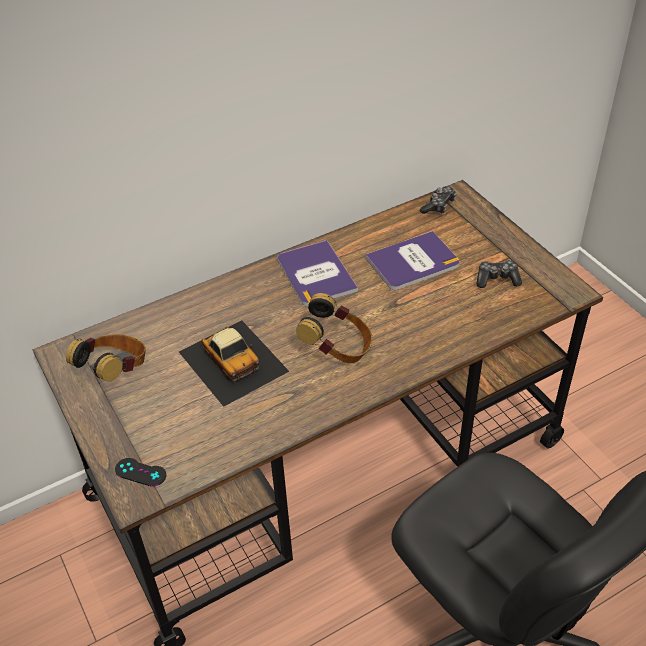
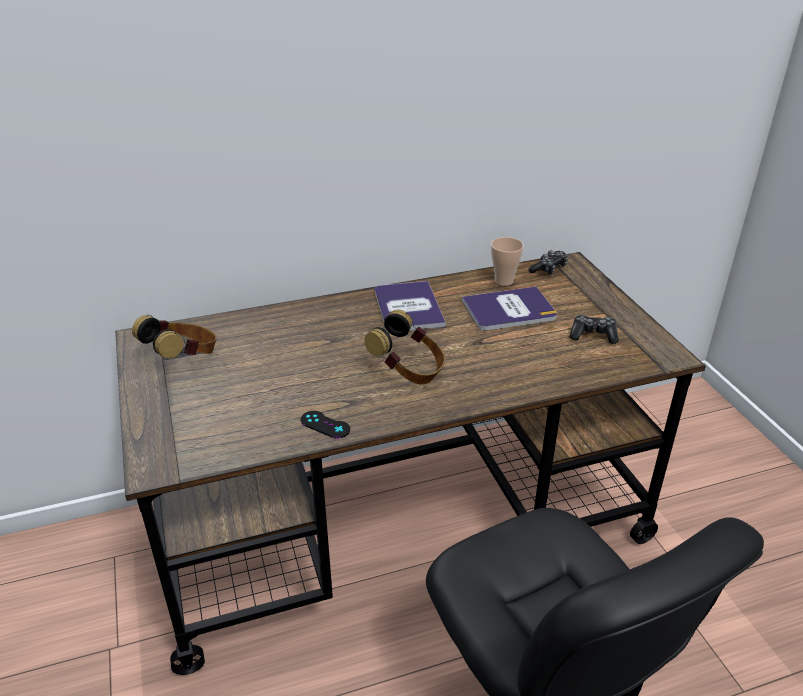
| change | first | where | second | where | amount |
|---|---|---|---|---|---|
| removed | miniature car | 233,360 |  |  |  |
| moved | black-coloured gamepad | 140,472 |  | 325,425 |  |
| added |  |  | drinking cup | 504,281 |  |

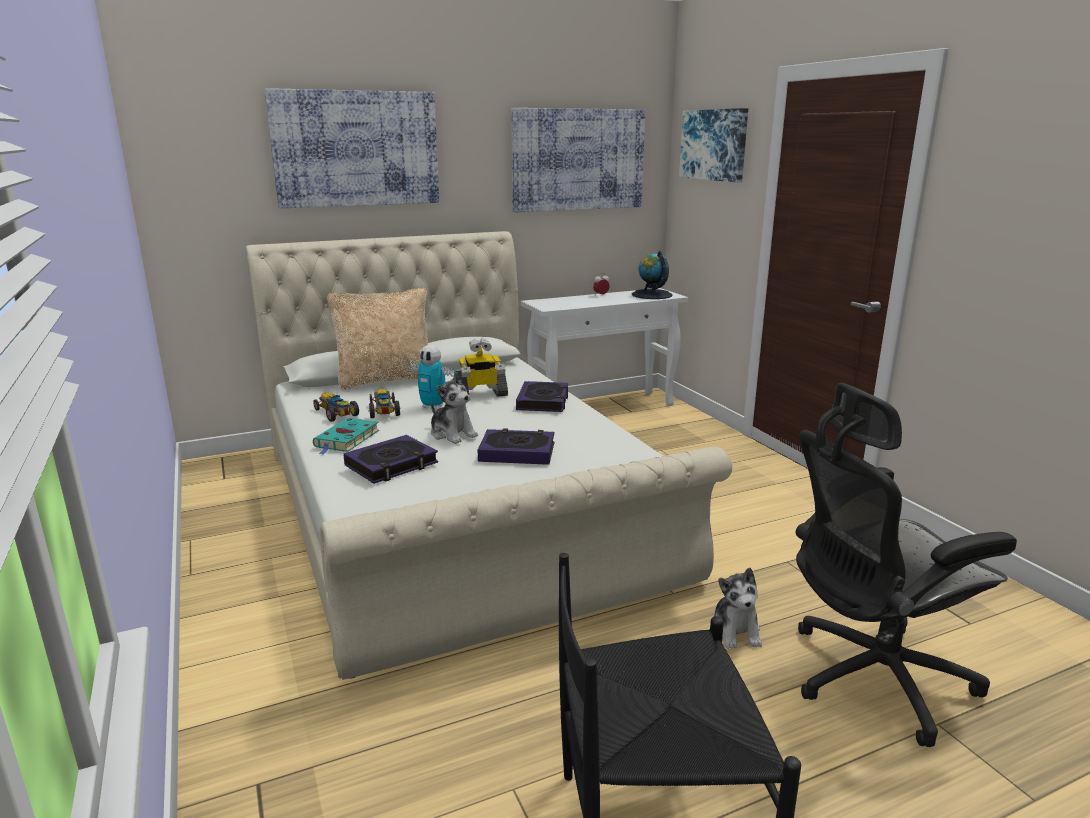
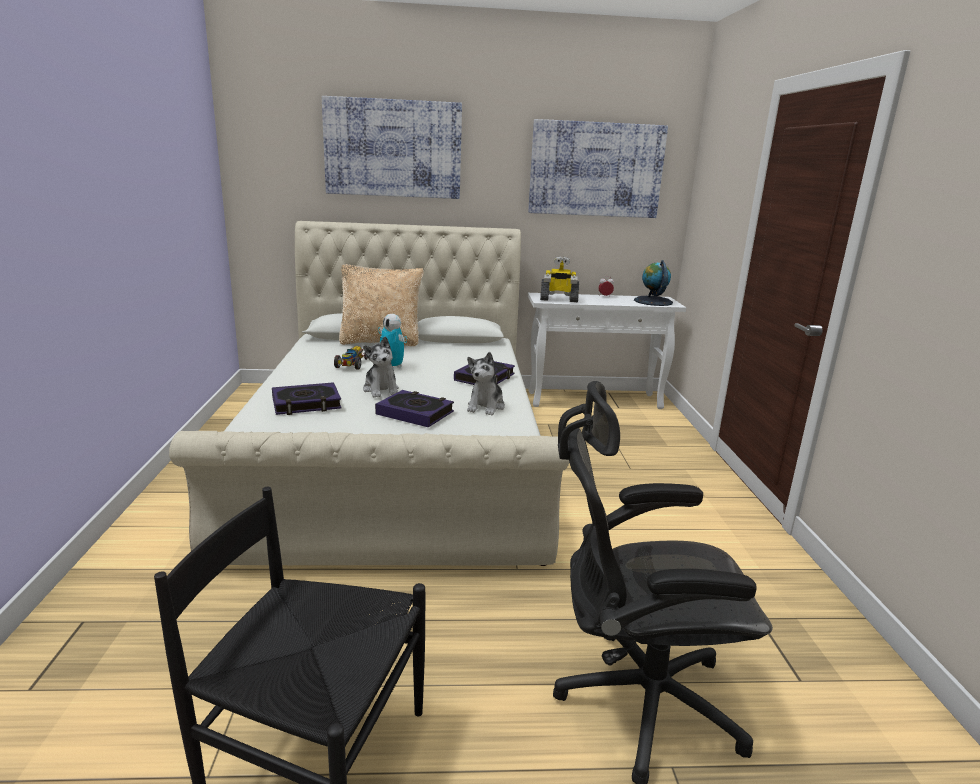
| change | first | where | second | where | amount |
|---|---|---|---|---|---|
| removed | wall art | 714,145 |  |  |  |
| moved | model robot | 480,394 |  | 558,299 |  |
| removed | miniature car | 337,414 |  |  |  |
| removed | blue-green bound book | 346,439 |  |  |  |
| moved | cuddly toy | 735,631 |  | 486,406 |  |

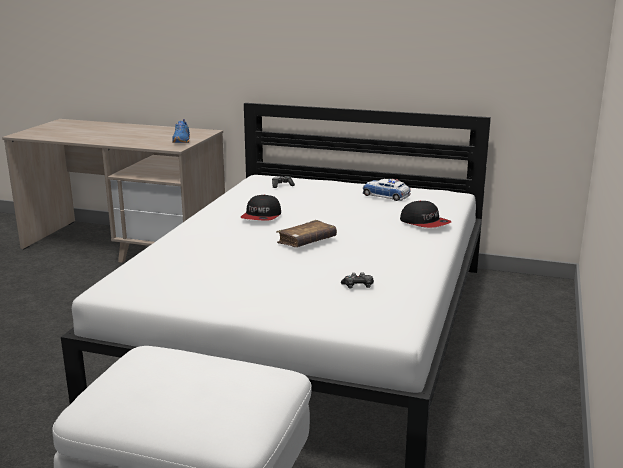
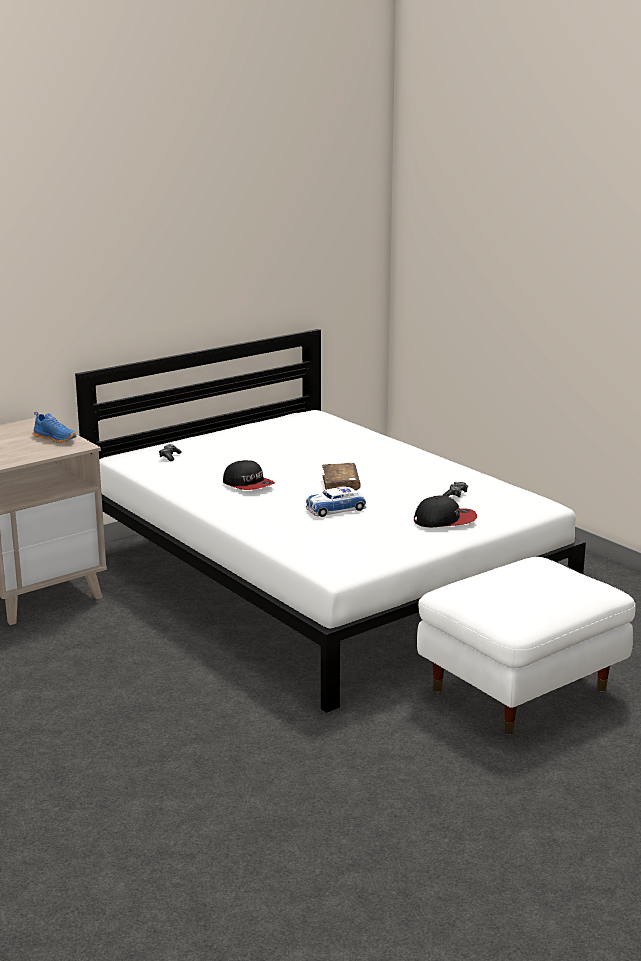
| change | first | where | second | where | amount |
|---|---|---|---|---|---|
| moved | miniature car | 386,195 |  | 335,509 |  |
| moved | cap | 425,223 |  | 445,520 |  |

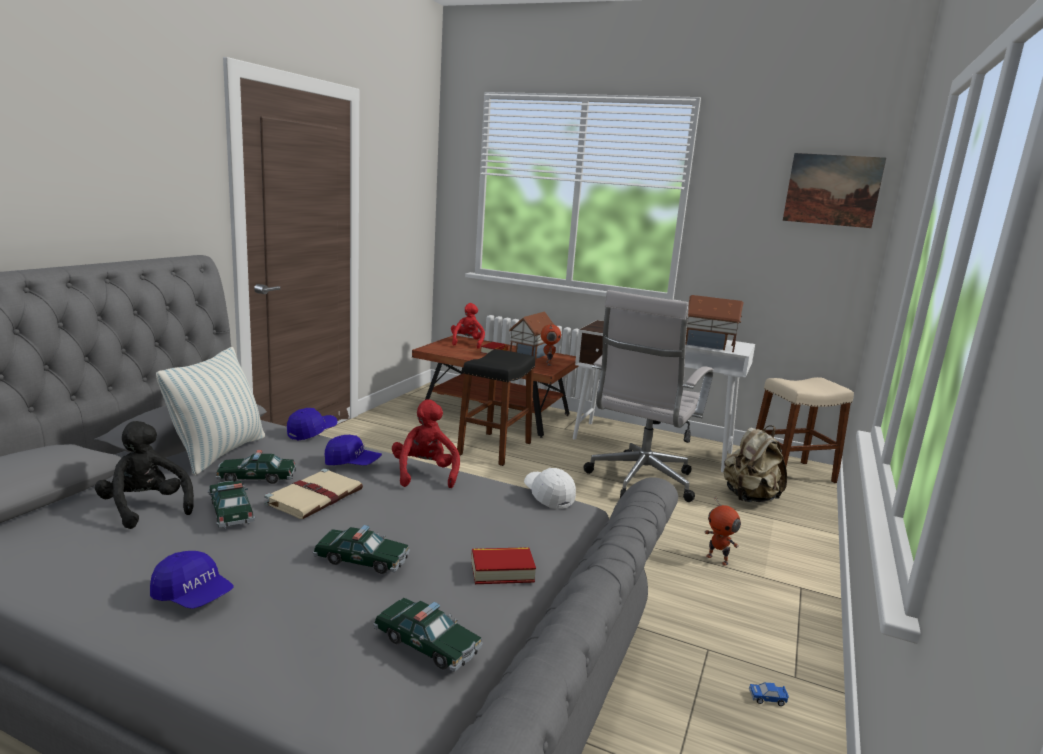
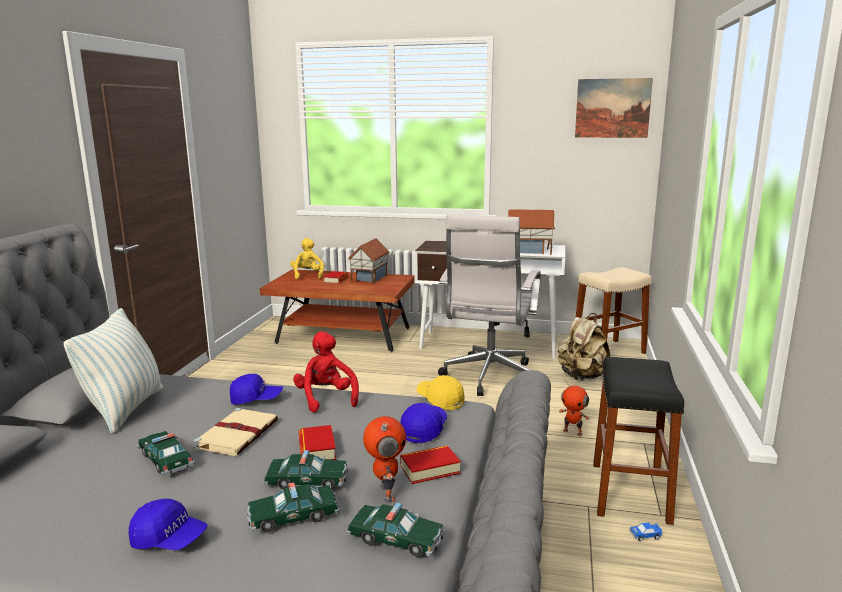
| change | first | where | second | where | amount |
|---|---|---|---|---|---|
| recoloured | red-coloured cuddly toy | 467,343 | yellow cuddly toy | 307,275 |  |
| moved | model robot | 548,363 |  | 385,493 |  |
| moved | black-coloured sitting stool | 494,448 |  | 630,492 |  |
| moved | blue-coloured cap | 312,432 |  | 424,429 |  |
| removed | black-coloured cuddly toy | 146,508 |  |  |  |
| moved | miniature car | 256,478 |  | 293,517 |  |
| recoloured | white-coloured cap | 548,496 | yellow cap | 440,400 |  |
| added |  |  | bound book | 317,449 |  |

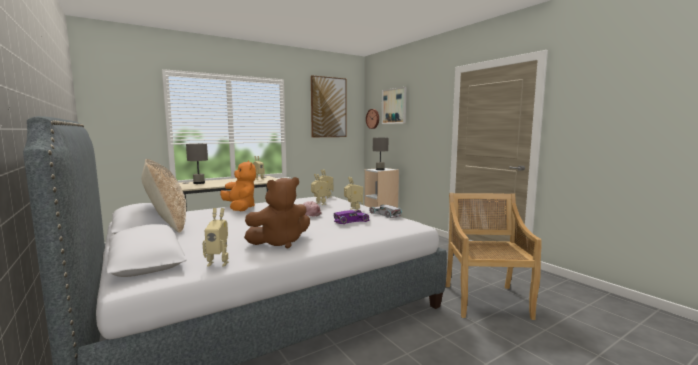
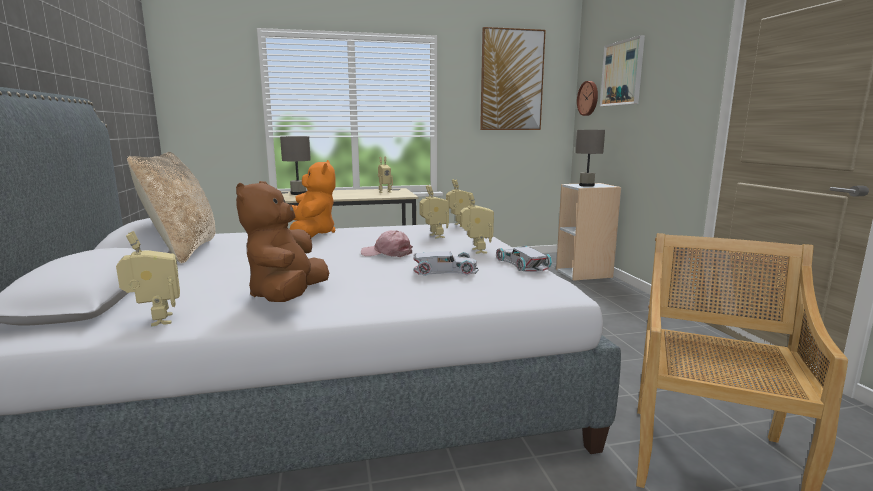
| change | first | where | second | where | amount |
|---|---|---|---|---|---|
| turned | brown-coloured cuddly toy | 280,242 |  | 288,297 | 105 degrees clockwise |
| turned | model robot | 219,263 |  | 155,320 | 135 degrees counterclockwise |
| recoloured | purplish miniature car | 351,220 | white-coloured miniature car | 445,270 |  |

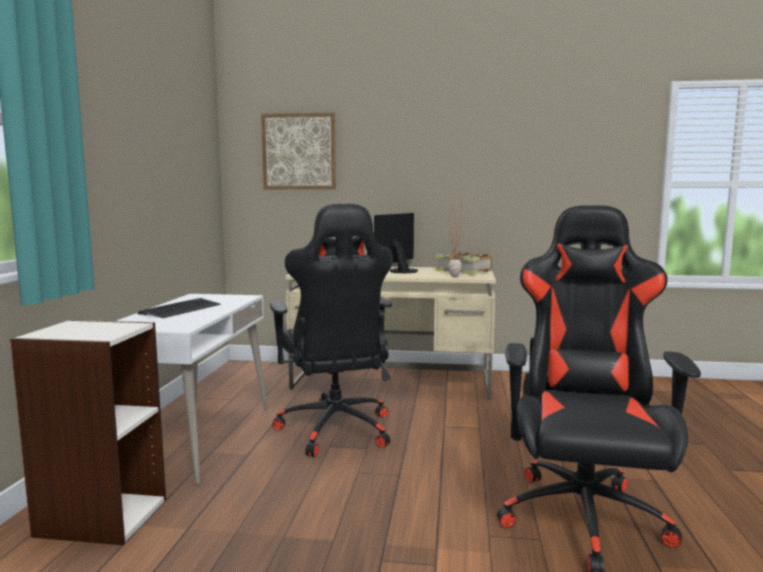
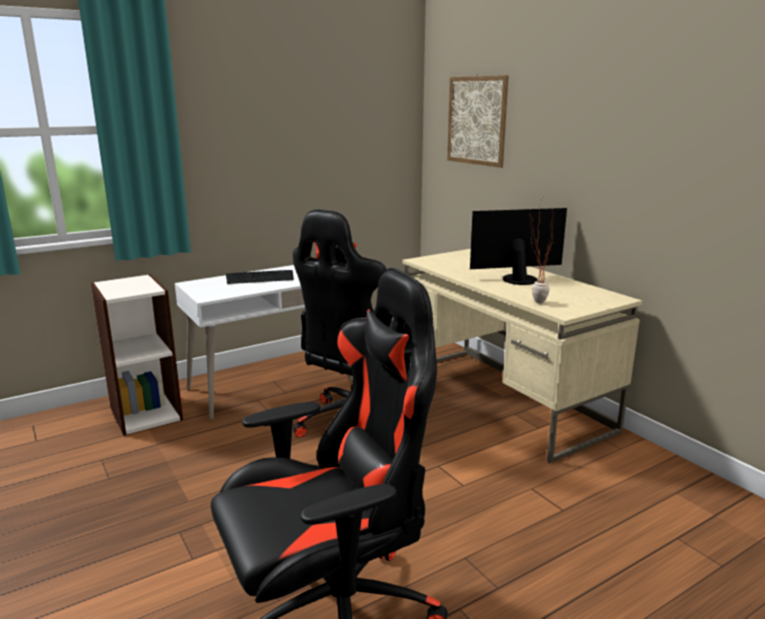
| change | first | where | second | where | amount |
|---|---|---|---|---|---|
| removed | bound book | 464,271 |  |  |  |

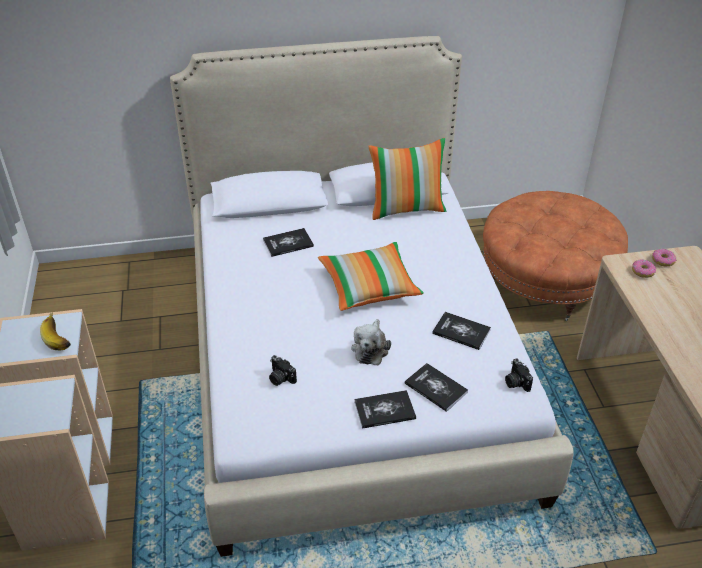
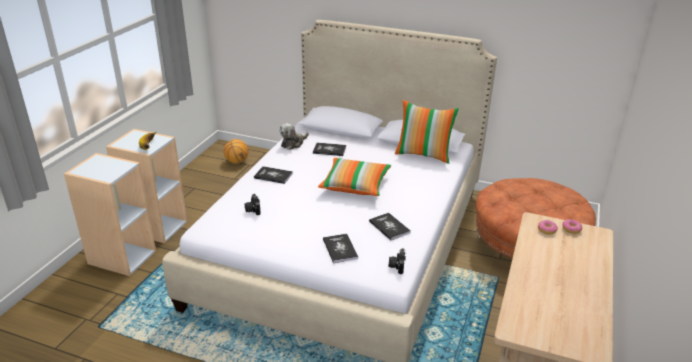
| change | first | where | second | where | amount |
|---|---|---|---|---|---|
| moved | cuddly toy | 370,348 |  | 293,143 |  |
| moved | bound book | 384,410 |  | 273,176 |  |
| added |  |  | ball for basketball | 236,162 |  |

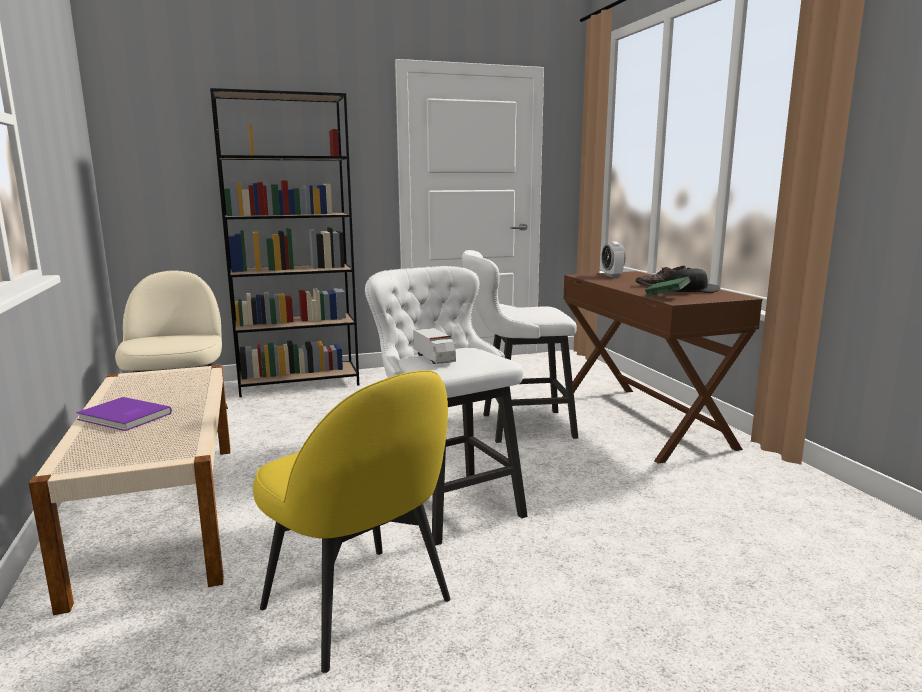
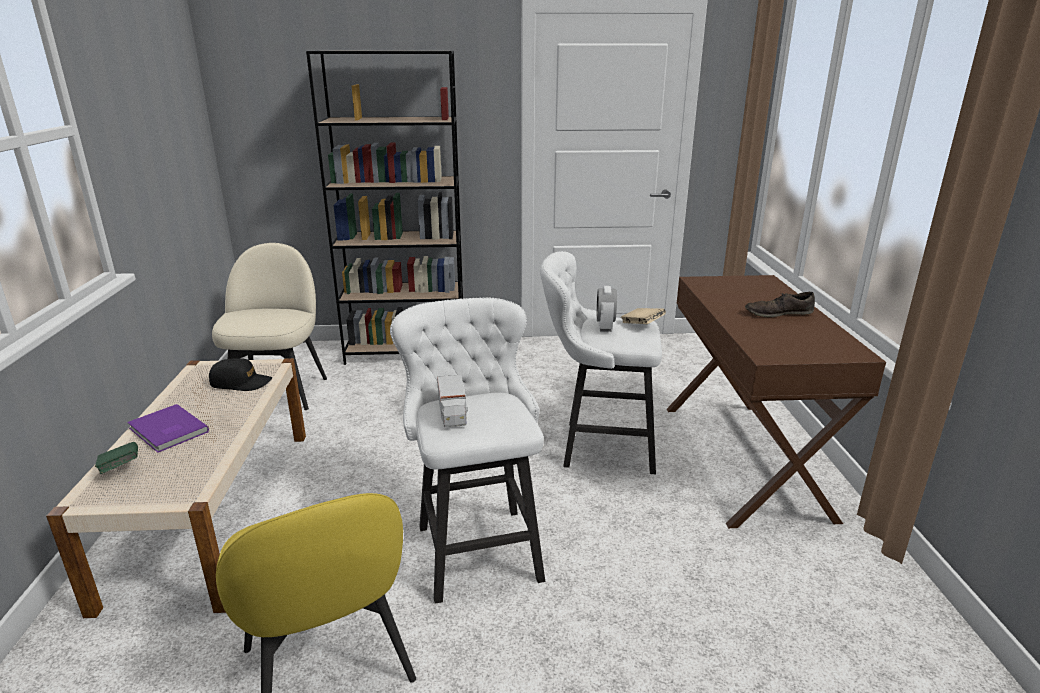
| change | first | where | second | where | amount |
|---|---|---|---|---|---|
| moved | bedside clock | 612,275 |  | 605,327 |  |
| moved | black-coloured cap | 692,290 |  | 241,383 |  |
| moved | green-coloured bound book | 666,296 |  | 120,468 |  |
| added |  |  | beige-coloured bound book | 642,325 |  |

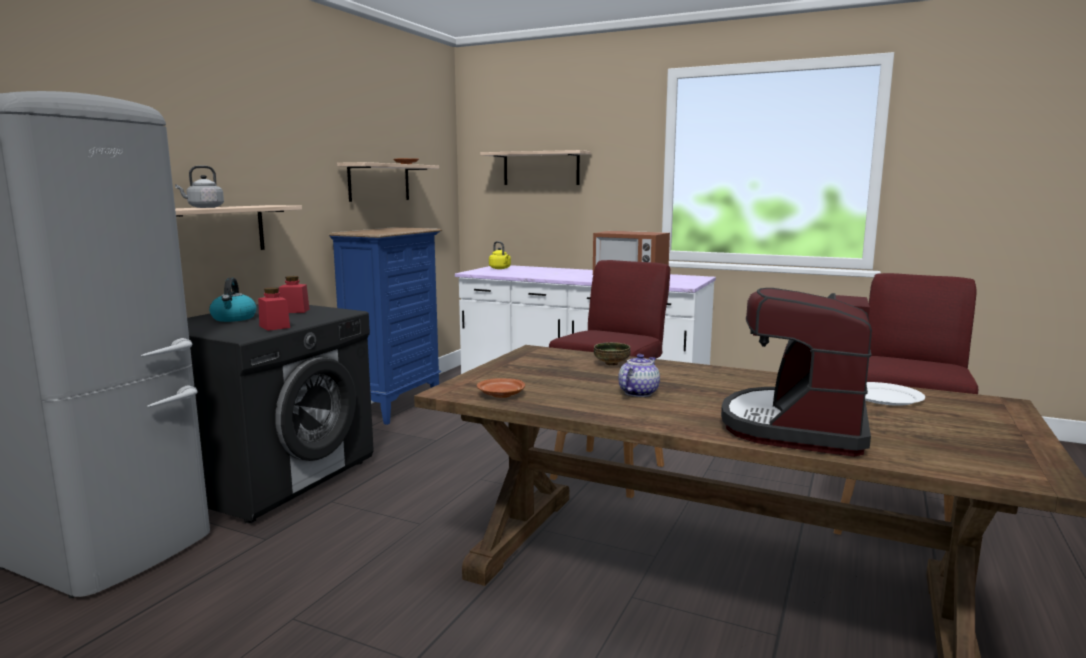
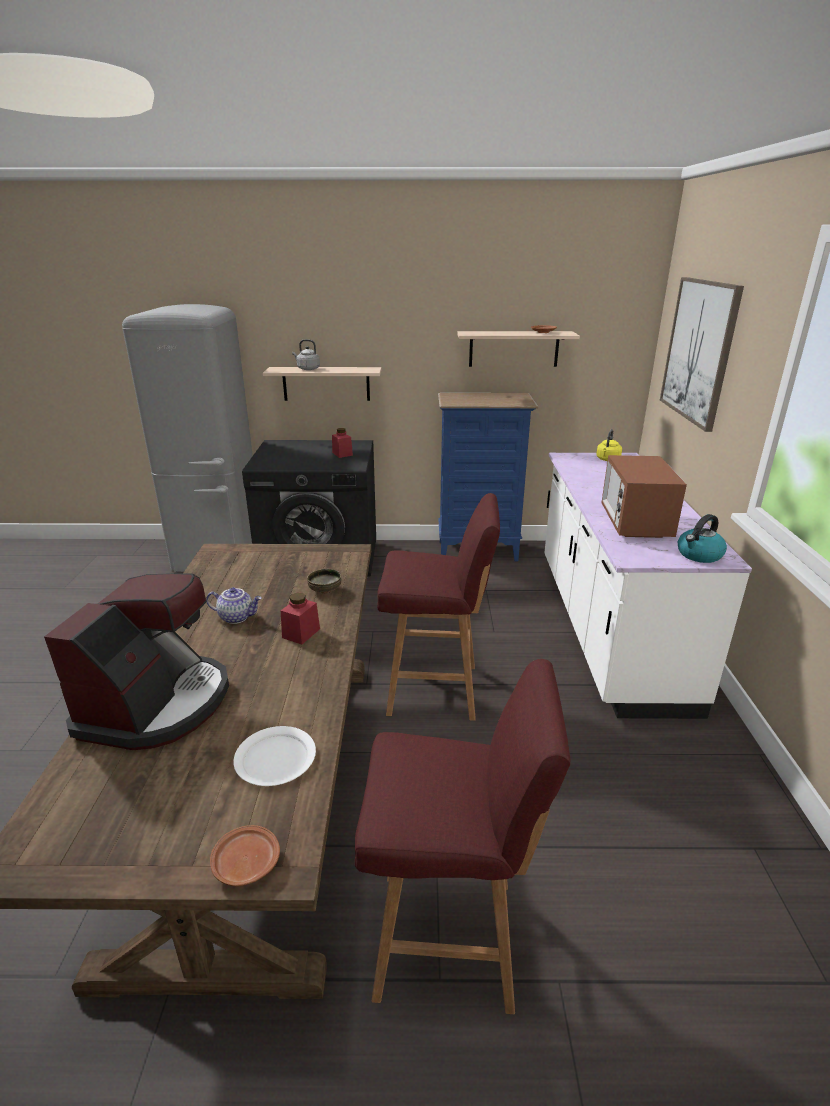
| change | first | where | second | where | amount |
|---|---|---|---|---|---|
| replaced | bracket shelf | 541,168 | wall art | 699,351 |  |
| moved | kettle | 234,318 |  | 699,555 |  |
| moved | red-coloured storage jar | 274,327 |  | 301,633 |  |
| turned | coffee brewer | 797,427 |  | 158,704 | 105 degrees clockwise |
| moved | brown-coloured plate | 500,395 |  | 245,863 |  |

